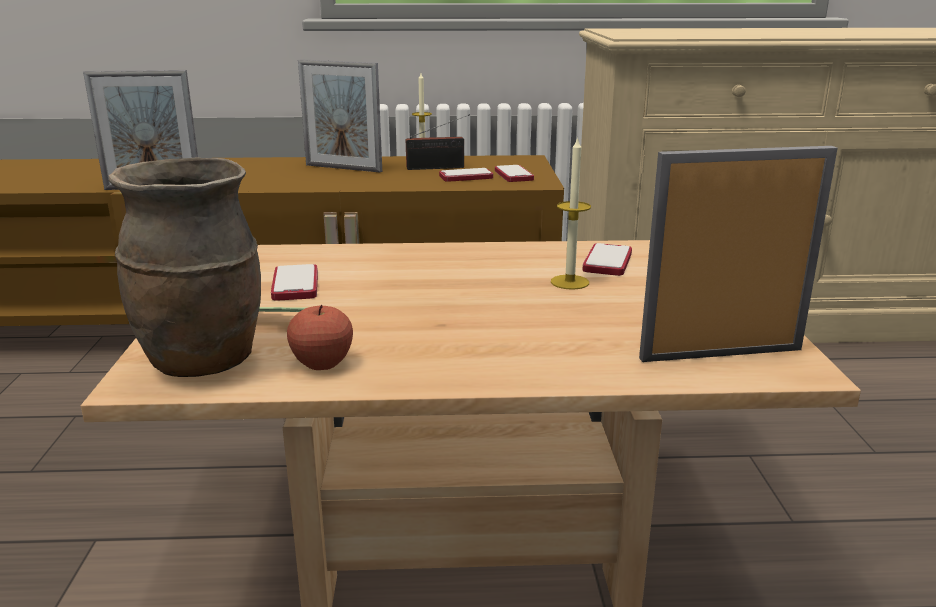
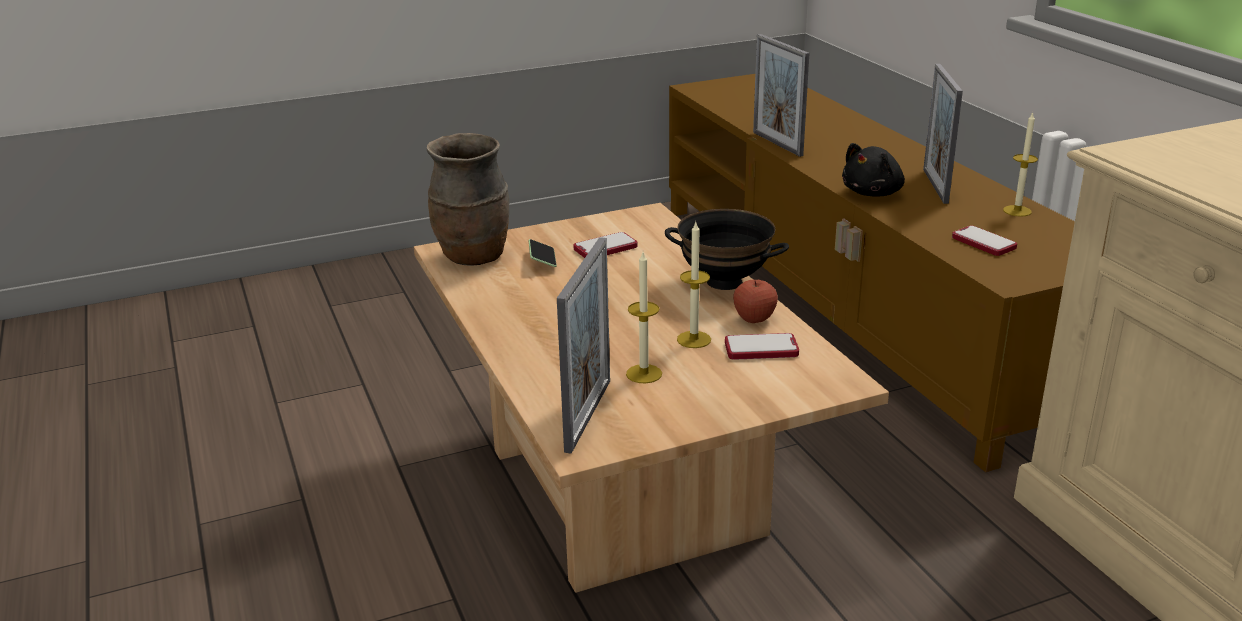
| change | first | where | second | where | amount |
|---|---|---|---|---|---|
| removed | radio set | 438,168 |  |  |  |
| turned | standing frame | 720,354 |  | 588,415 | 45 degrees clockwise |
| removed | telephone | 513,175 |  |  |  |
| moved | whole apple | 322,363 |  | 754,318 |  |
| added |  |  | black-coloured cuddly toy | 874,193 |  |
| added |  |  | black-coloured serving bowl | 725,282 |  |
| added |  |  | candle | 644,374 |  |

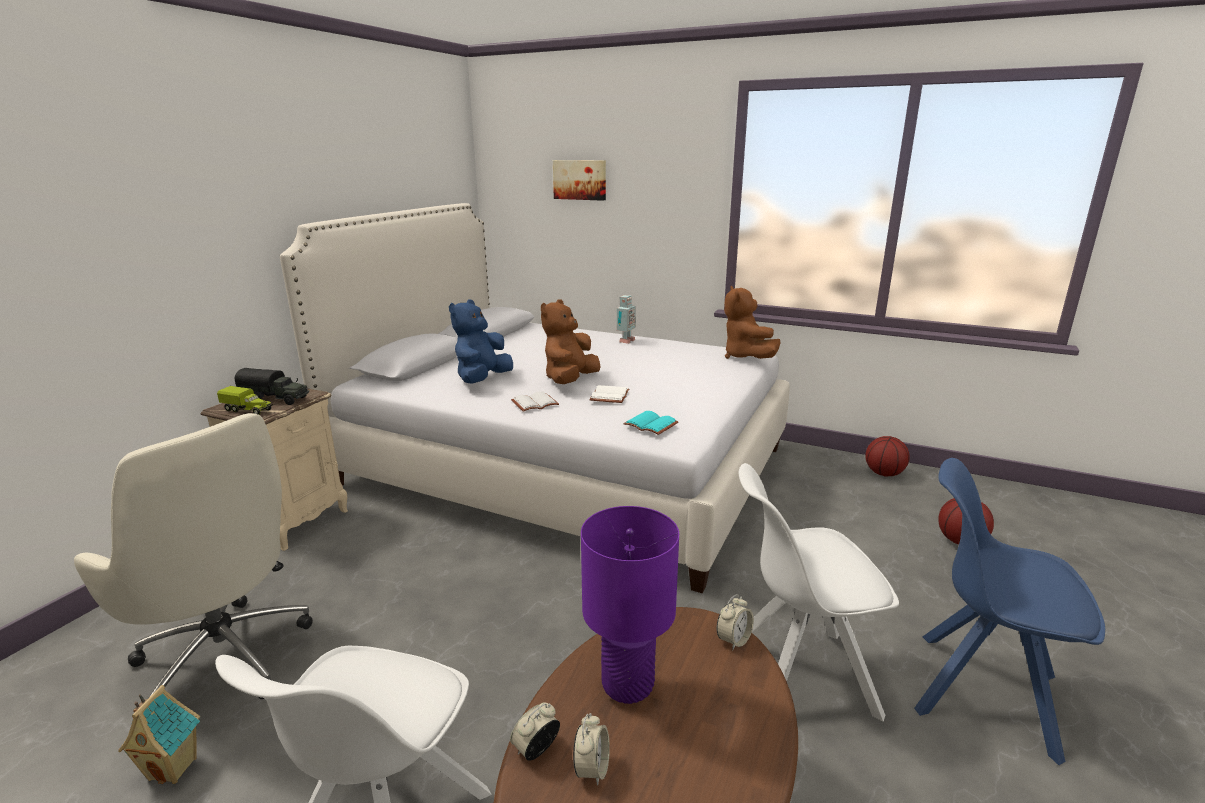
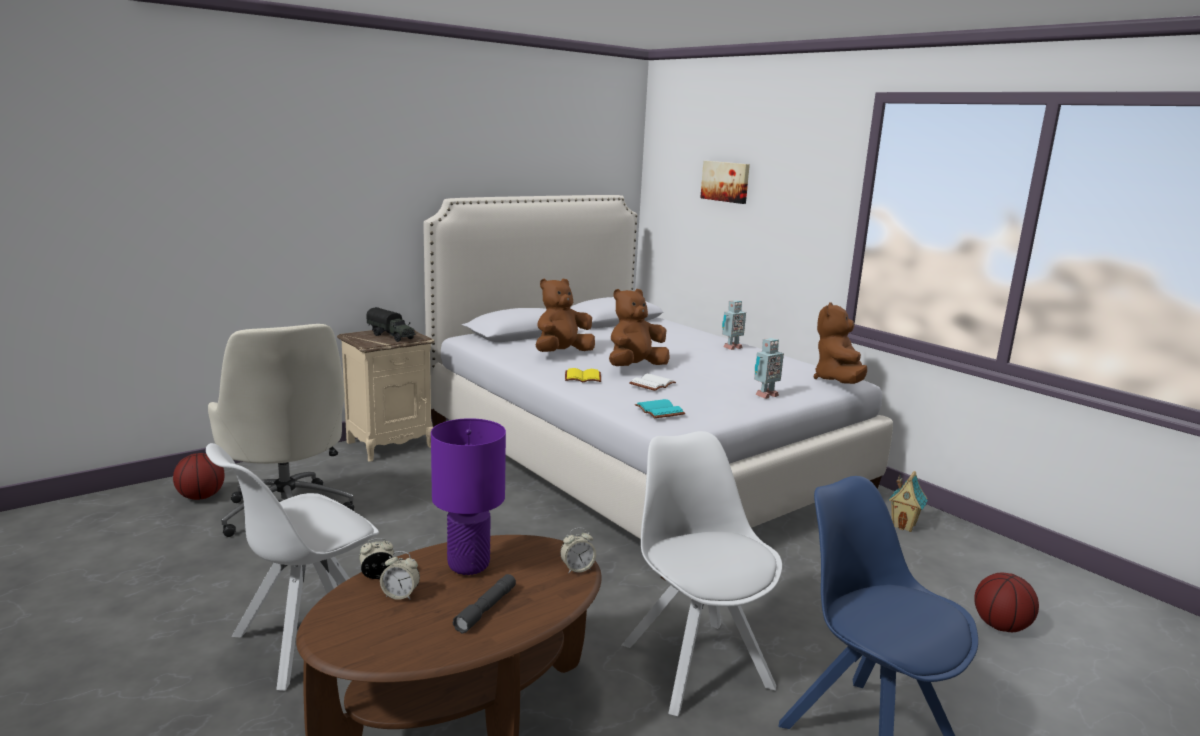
| change | first | where | second | where | amount |
|---|---|---|---|---|---|
| recoloured | blue-coloured cuddly toy | 482,379 | brown-coloured cuddly toy | 562,353 |  |
| removed | model truck | 248,410 |  |  |  |
| recoloured | white-coloured bound book | 535,403 | yellow bound book | 583,377 |  |
| moved | ball for basketball | 884,473 |  | 201,497 |  |
| turned | white-coloured chair | 799,675 |  | 695,663 | 45 degrees clockwise |
| moved | miniature house | 174,767 |  | 904,525 |  |
| turned | bedside clock | 592,769 |  | 400,595 | 60 degrees clockwise |
| added |  |  | model robot | 765,395 |  |
| added |  |  | gray hand torch | 486,609 |  |

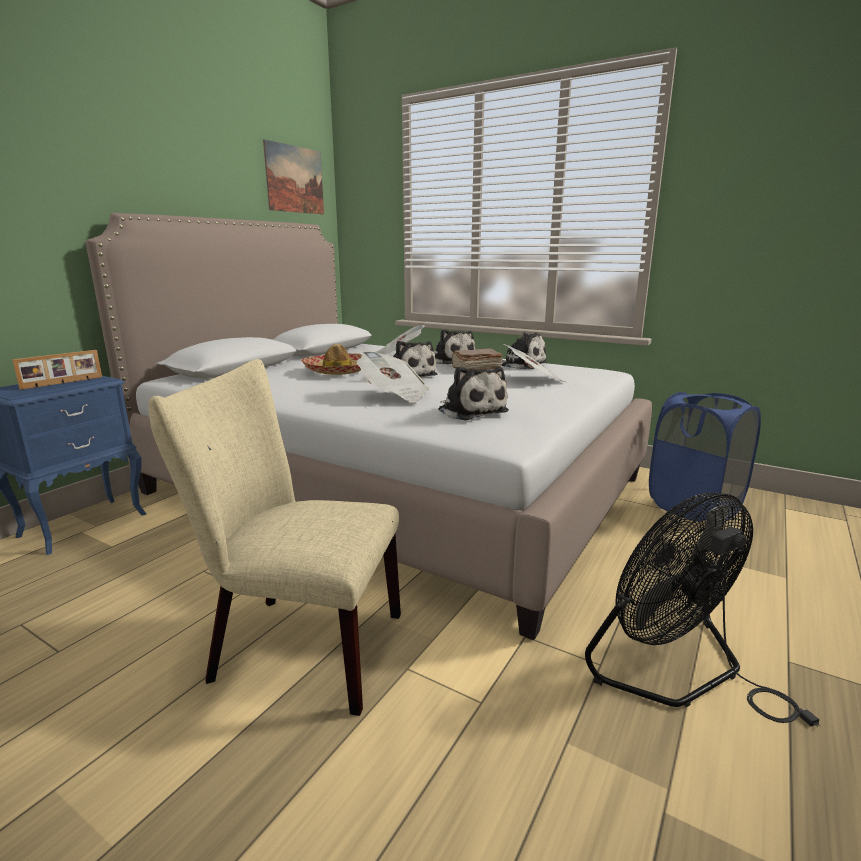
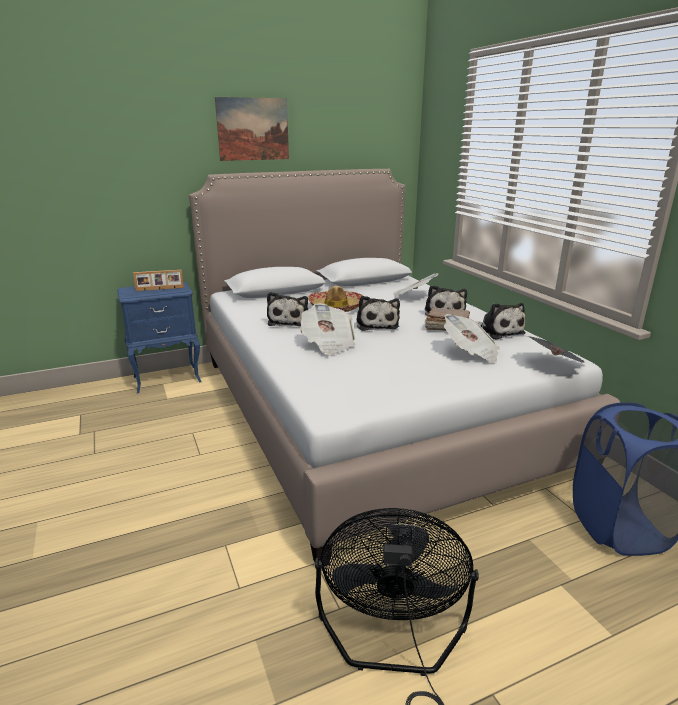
| change | first | where | second | where | amount |
|---|---|---|---|---|---|
| moved | wall art | 295,179 |  | 253,129 |  |
| removed | beige-coloured chair | 296,646 |  |  |  |
| moved | cuddly toy | 470,411 |  | 289,321 |  |
| added |  |  | newspaper | 555,365 |  |

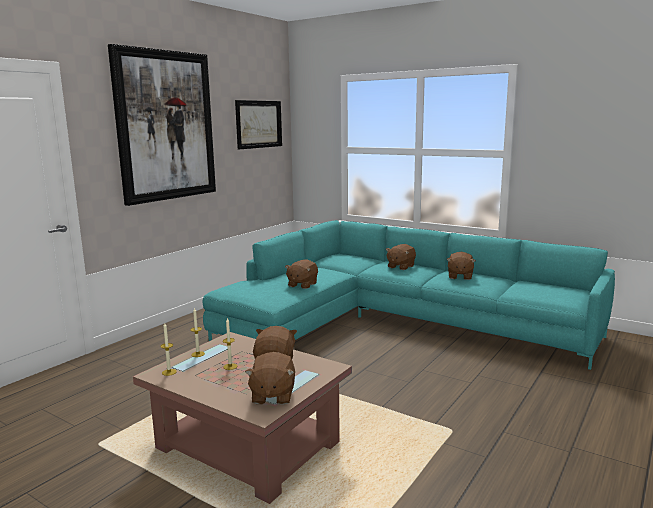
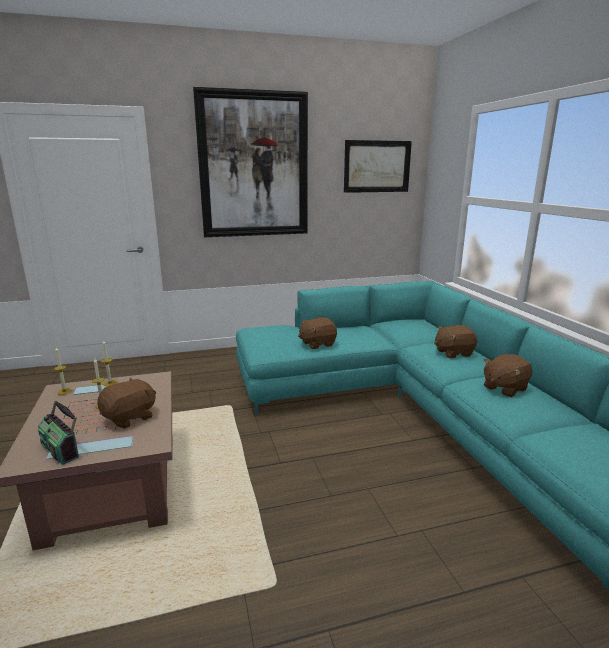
| change | first | where | second | where | amount |
|---|---|---|---|---|---|
| replaced | brown-coloured cuddly toy | 272,395 | radio set | 61,449 |  |

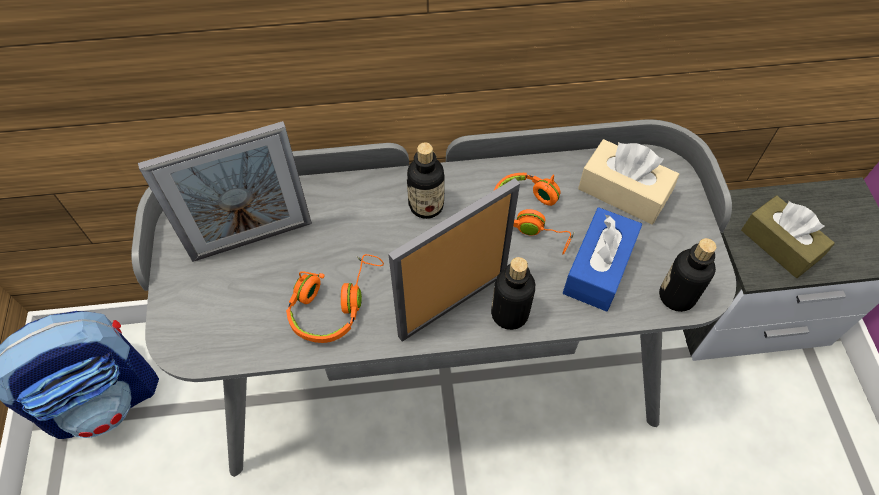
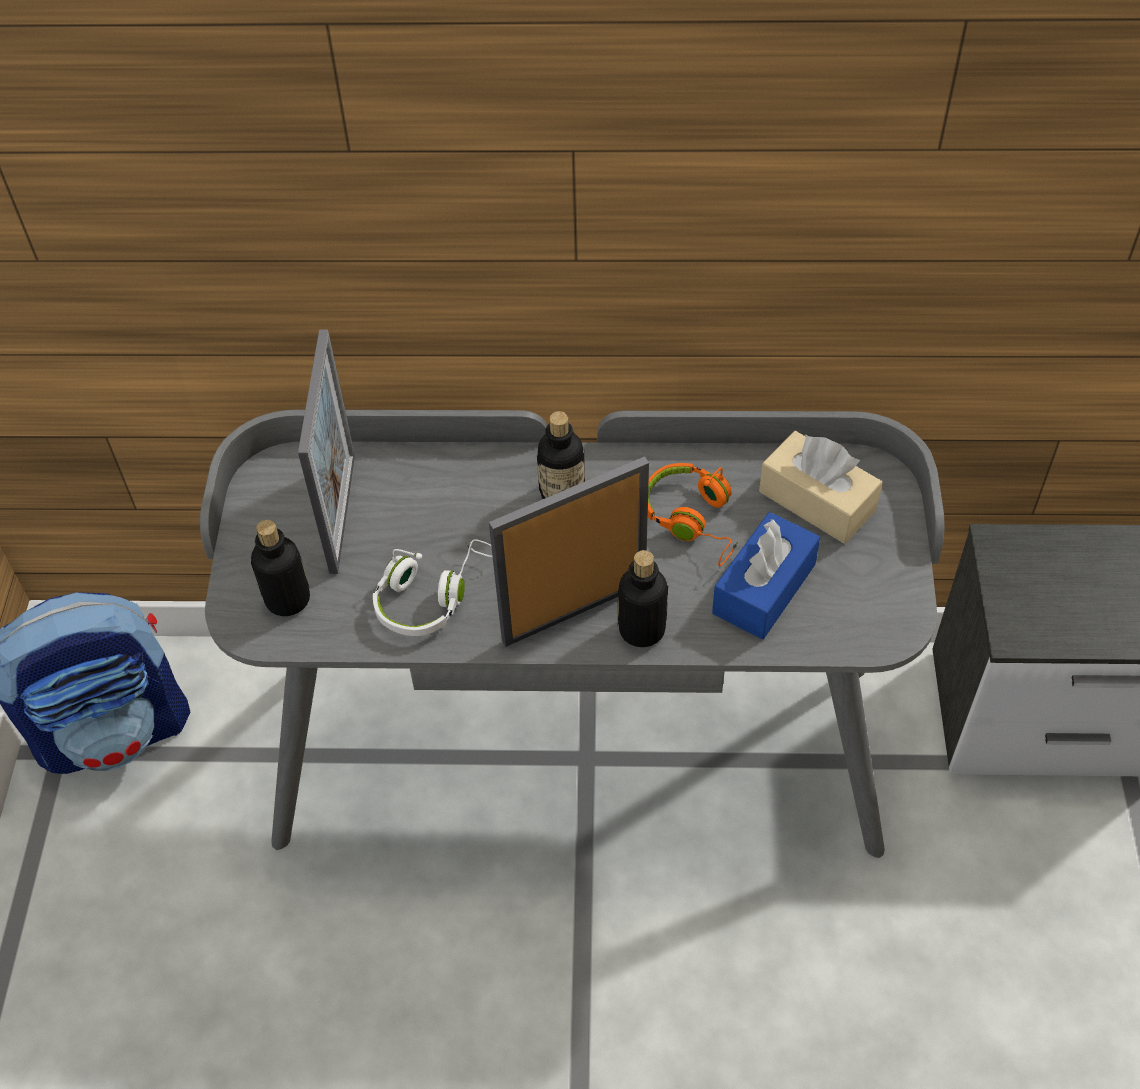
| change | first | where | second | where | amount |
|---|---|---|---|---|---|
| turned | standing frame | 252,240 |  | 342,512 | 75 degrees counterclockwise |
| removed | brown-coloured box of tissues | 780,244 |  |  |  |
| moved | bottle | 677,296 |  | 287,599 |  |
| recoloured | orange-coloured pair of headphones | 334,303 | white-coloured pair of headphones | 431,595 |  |

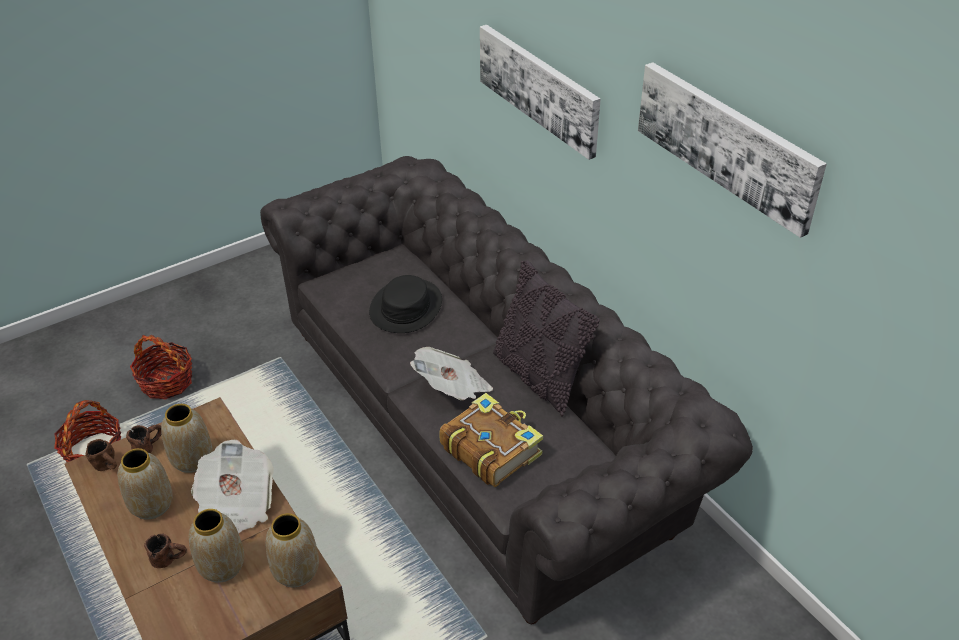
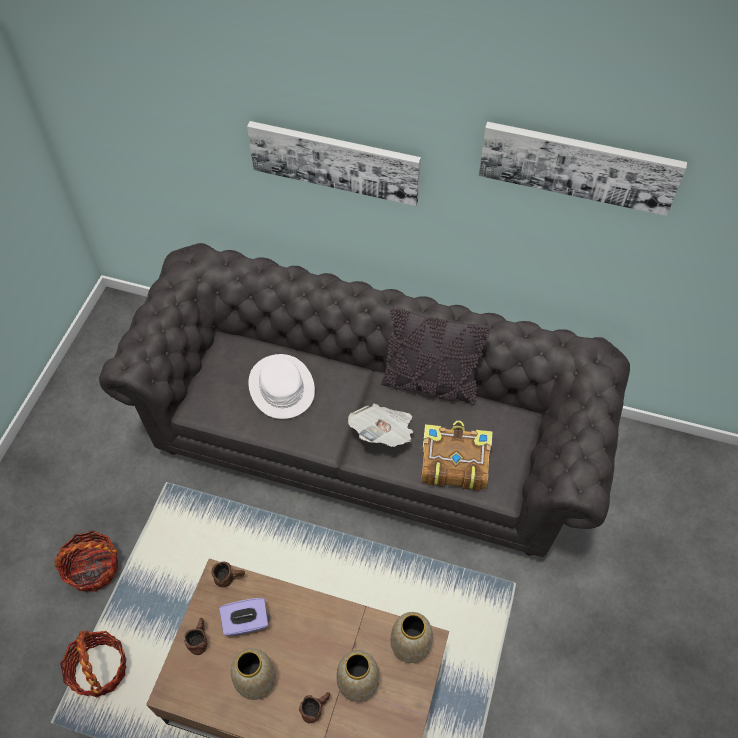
| change | first | where | second | where | amount |
|---|---|---|---|---|---|
| recoloured | black-coloured wearable hat | 405,307 | white-coloured wearable hat | 281,387 |  |
| replaced | vase | 193,459 | purplish box of tissues | 246,622 |  |
| moved | brown-coloured coffee mug | 108,467 |  | 230,578 |  |
| removed | newspaper | 236,504 |  |  |  |

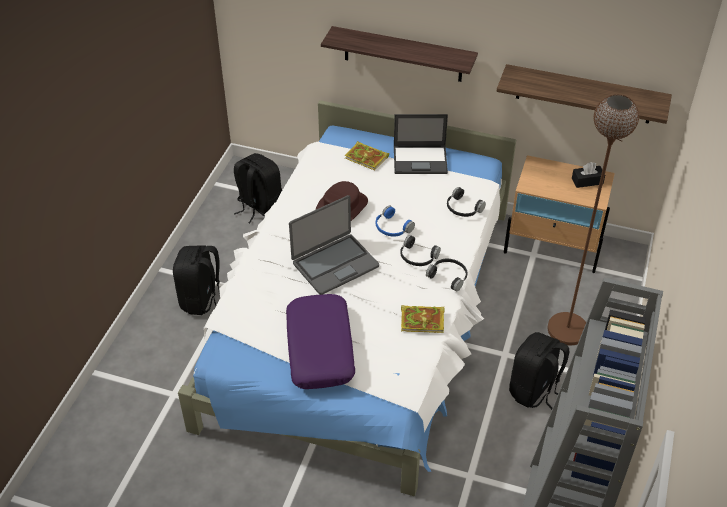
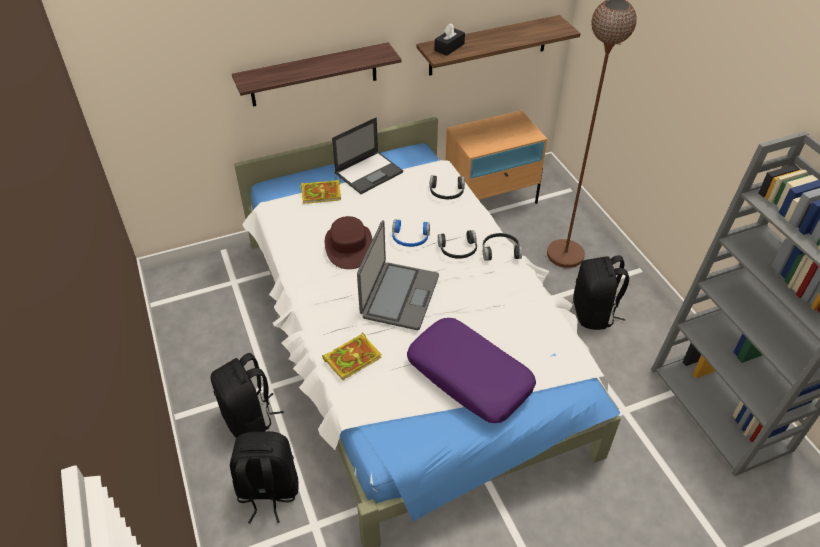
| change | first | where | second | where | amount |
|---|---|---|---|---|---|
| moved | black-coloured backpack | 258,206 |  | 267,491 |  |
| moved | black-coloured box of tissues | 587,181 |  | 449,47 |  |
| moved | bound book | 423,320 |  | 353,357 |  |

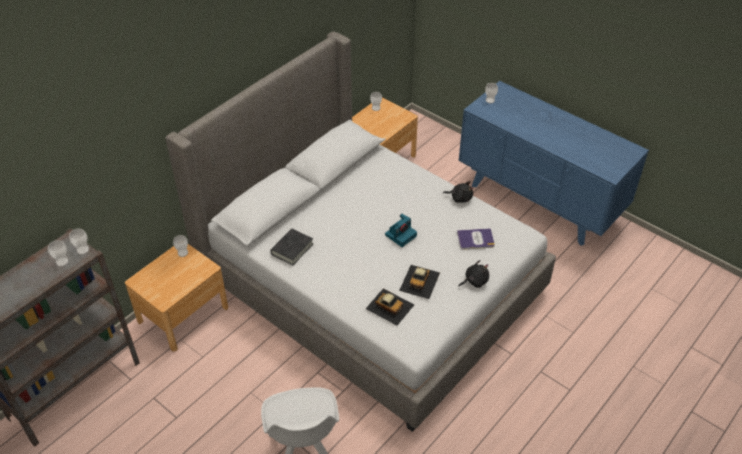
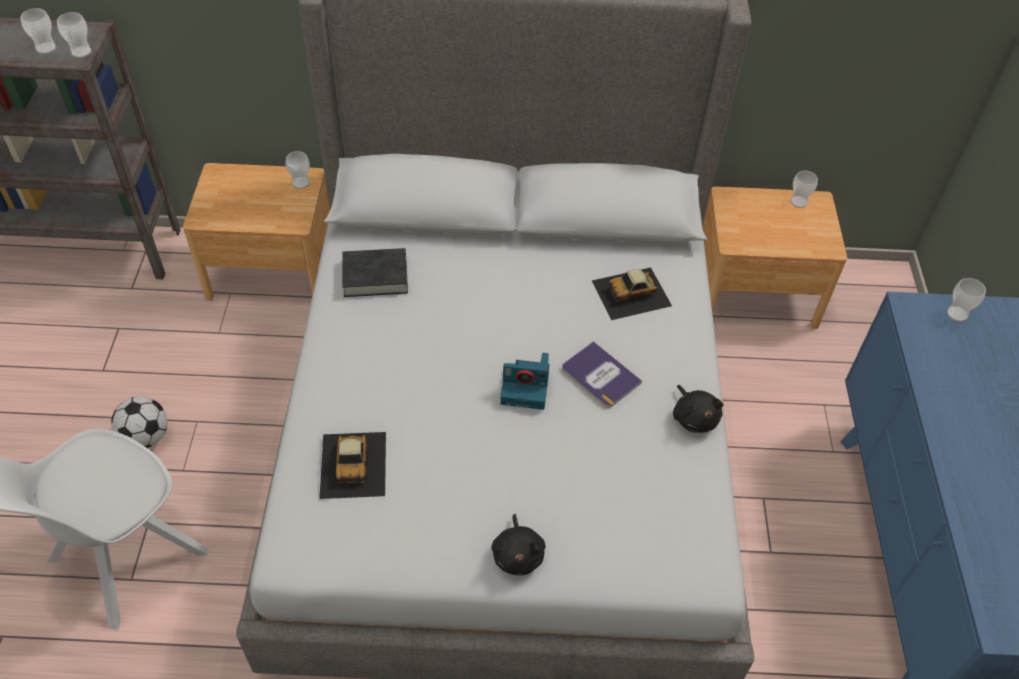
| change | first | where | second | where | amount |
|---|---|---|---|---|---|
| moved | bound book | 475,239 |  | 600,376 |  |
| turned | black-coloured cuddly toy | 474,281 |  | 518,554 | 60 degrees clockwise |
| moved | miniature car | 420,281 |  | 632,293 |  |
| added |  |  | football ball | 146,437 |  |

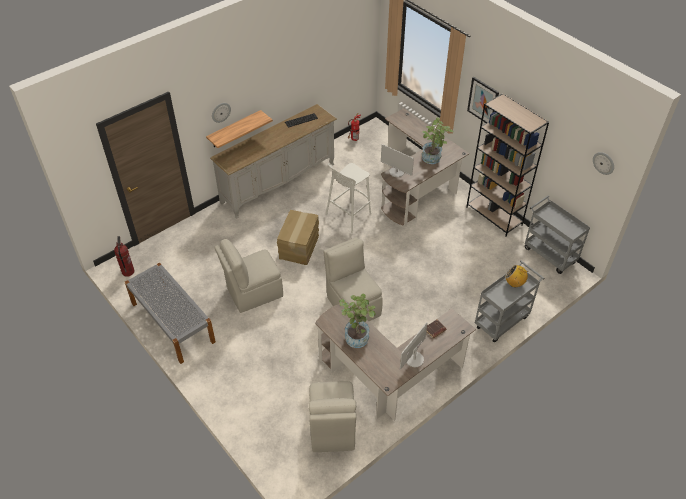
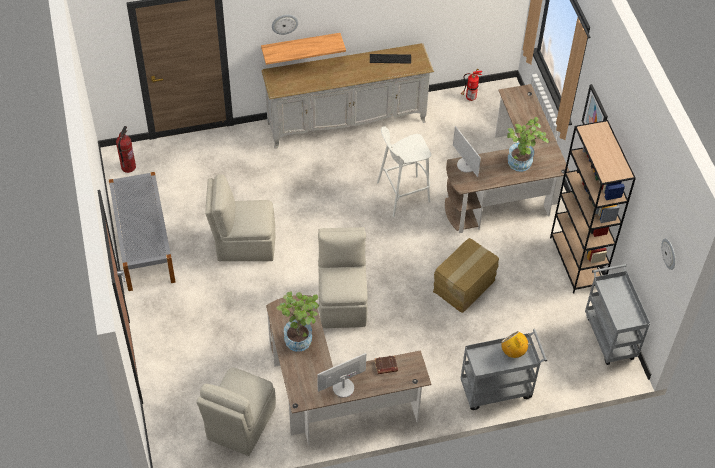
| change | first | where | second | where | amount |
|---|---|---|---|---|---|
| moved | packing box | 299,247 |  | 464,286 |  |

